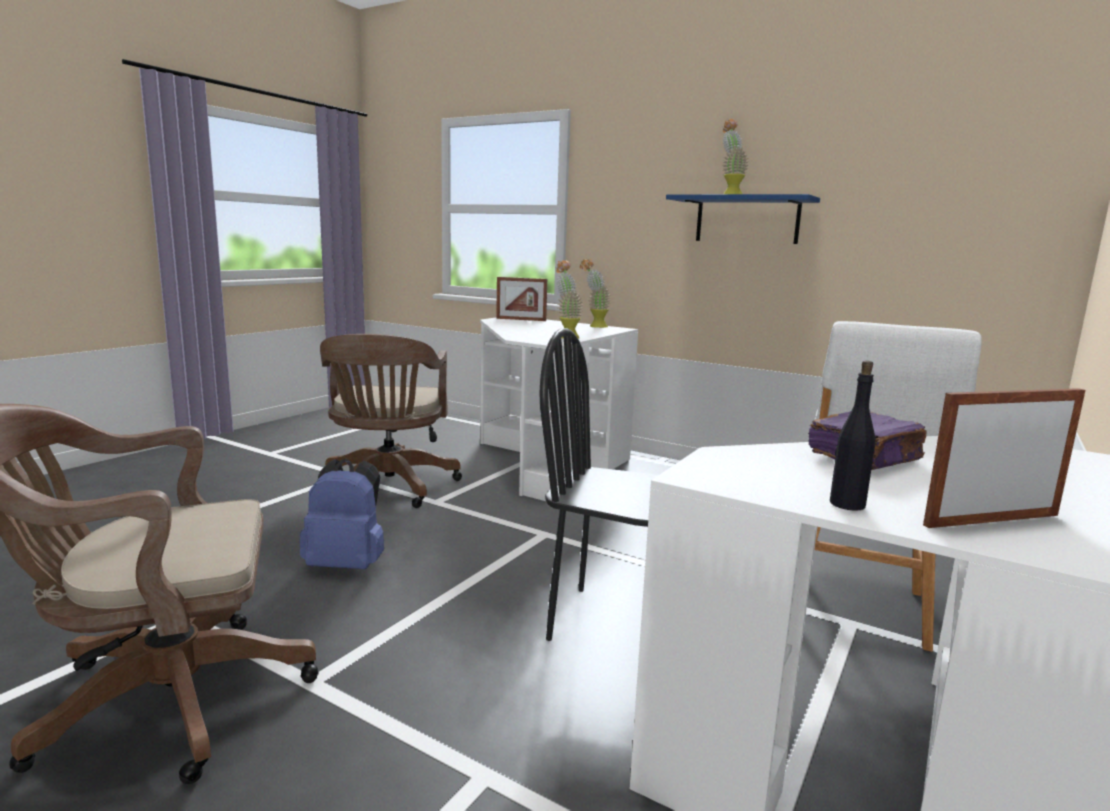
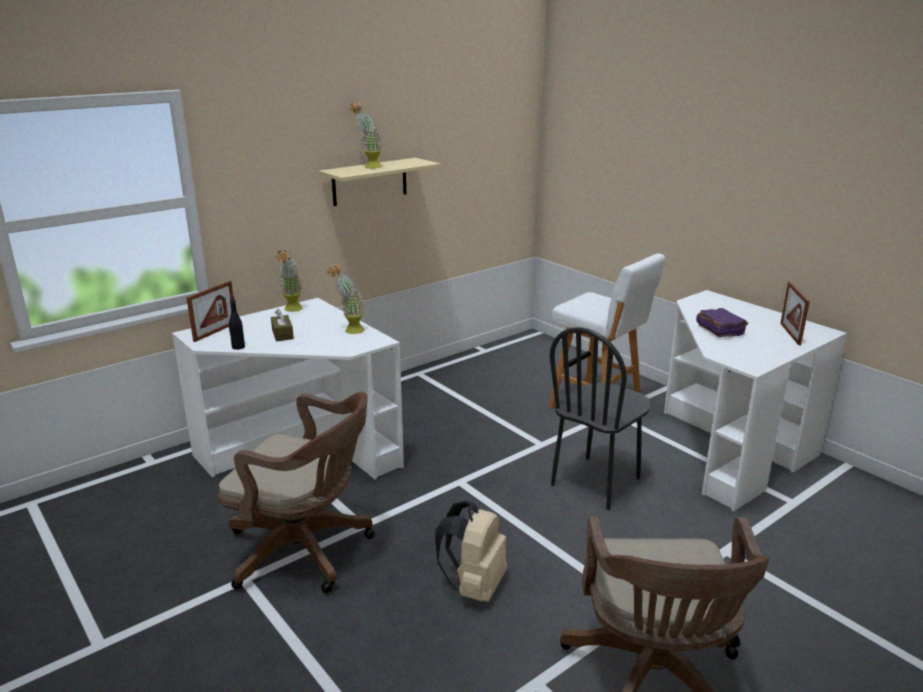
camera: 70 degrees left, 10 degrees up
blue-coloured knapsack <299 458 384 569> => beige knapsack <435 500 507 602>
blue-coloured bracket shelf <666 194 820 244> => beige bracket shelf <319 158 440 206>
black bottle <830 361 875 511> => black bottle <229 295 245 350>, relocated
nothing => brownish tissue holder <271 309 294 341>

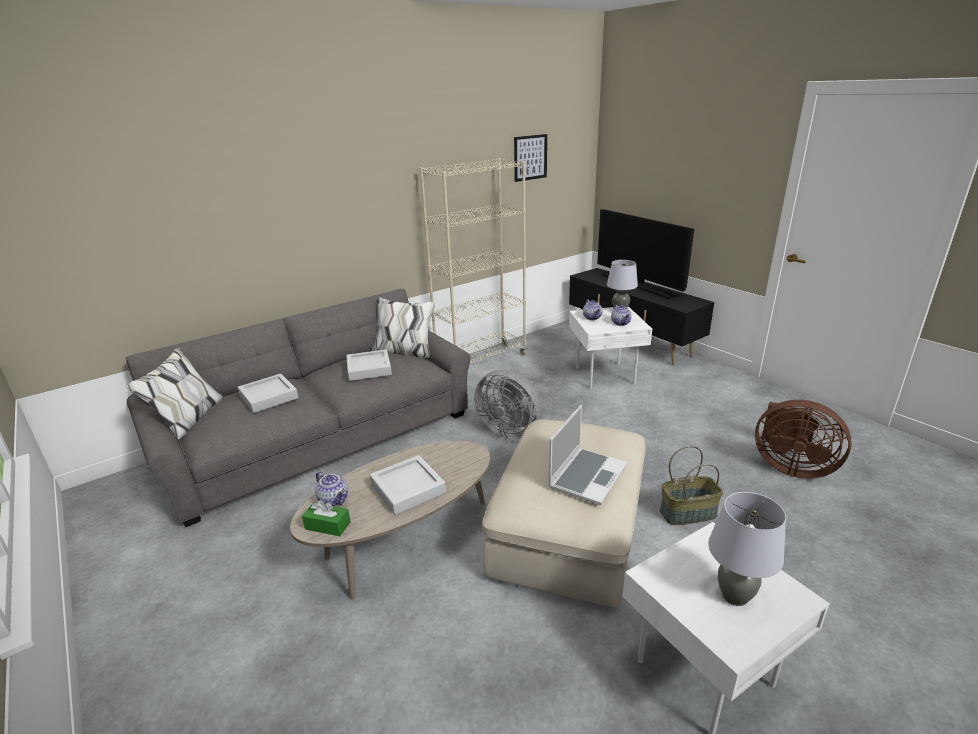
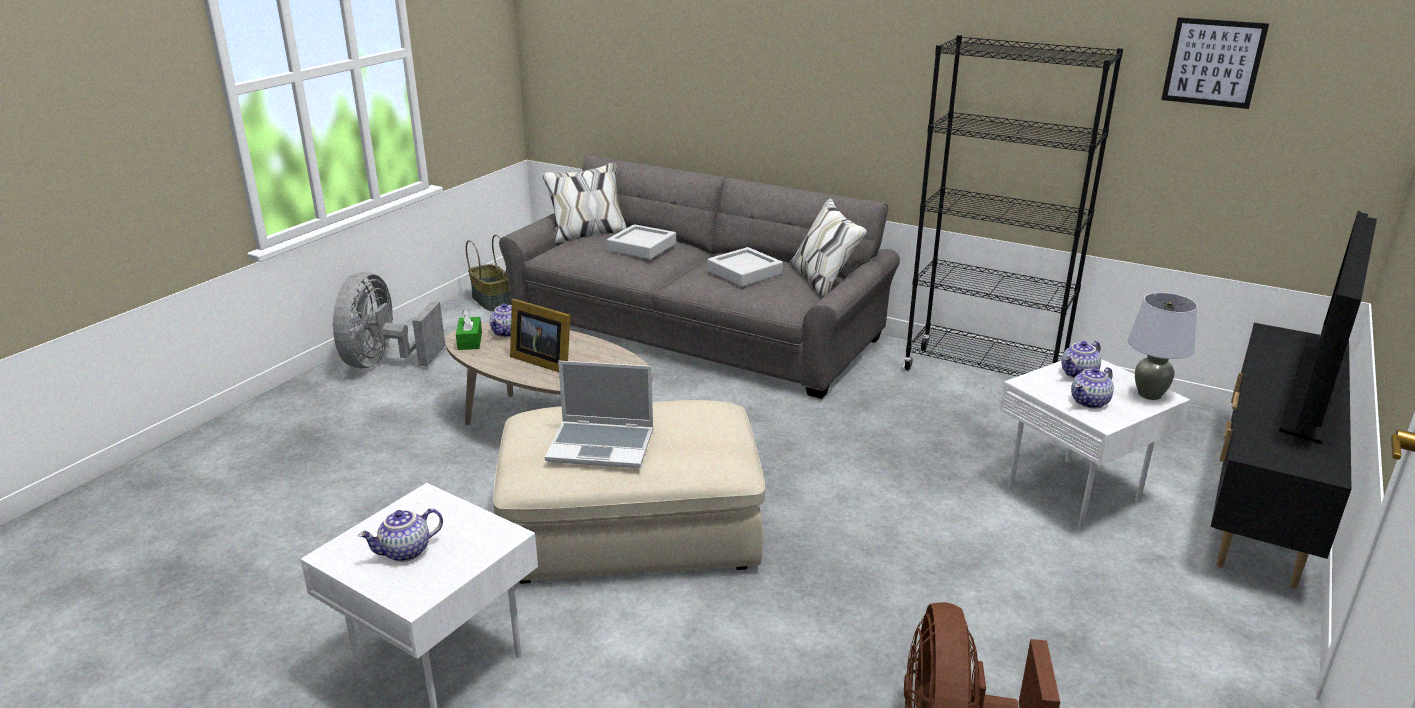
camera: 65 degrees right, 0 degrees up
gray serving tray <370 455 446 515> => standing frame <510 299 570 372>
beige shelving unit <419 158 527 363> => black shelving unit <903 35 1123 376>
gray cooling fan <474 370 543 440> => gray cooling fan <333 272 446 369>, relocated
storage basket <660 446 723 525> => storage basket <466 235 511 311>, relocated
gray tabletop lamp <708 492 786 606> => tea pot <358 508 443 562>

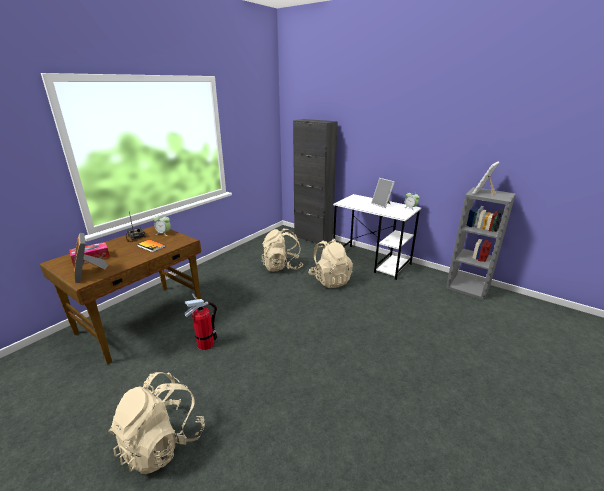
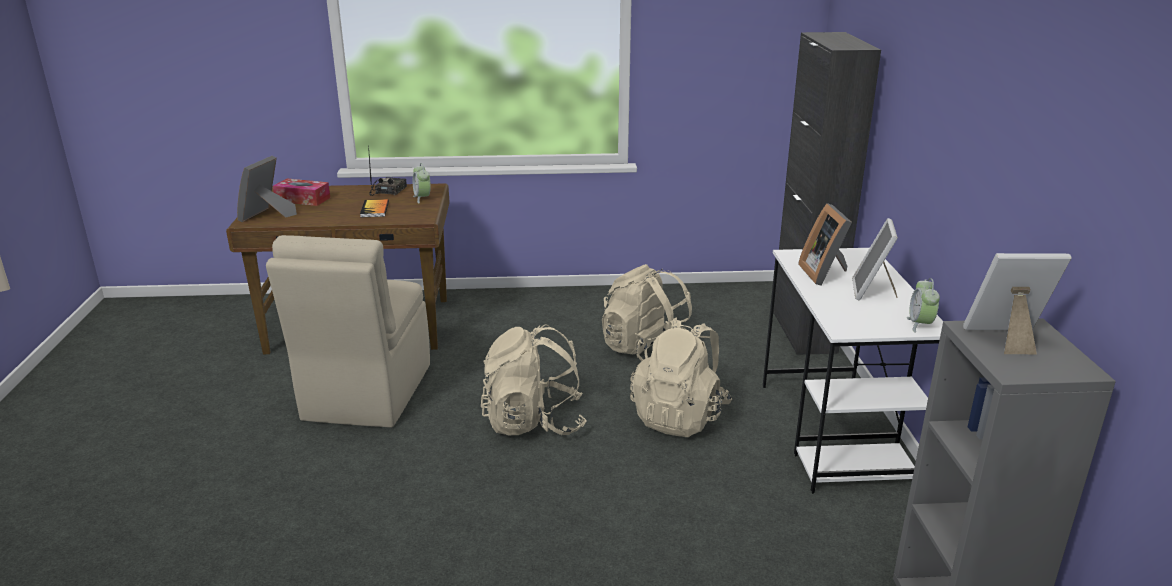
camera: 50 degrees right, 0 degrees up
beige knapsack <108 372 205 474> => beige knapsack <481 325 587 435>, relocated
fire extinguisher <184 294 217 350> => beige plain chair <266 235 430 428>
nothing => standing frame <798 203 852 285>

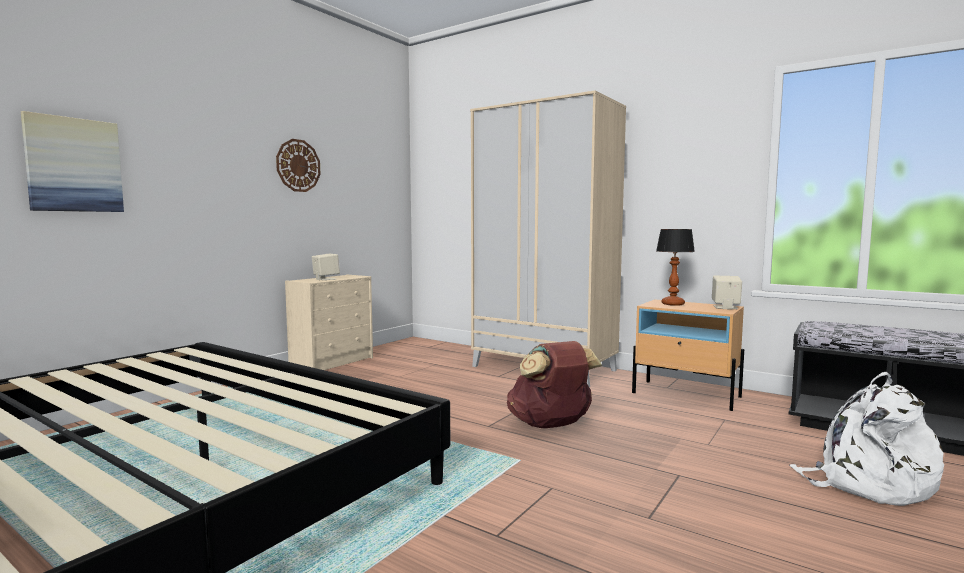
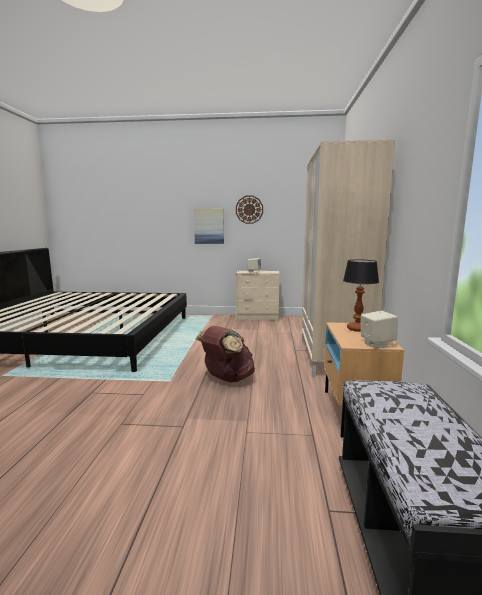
camera: 60 degrees right, 5 degrees up
wall art <21 111 124 212> => wall art <194 208 224 244>, relocated
whitish knapsack <789 372 944 506> => nothing

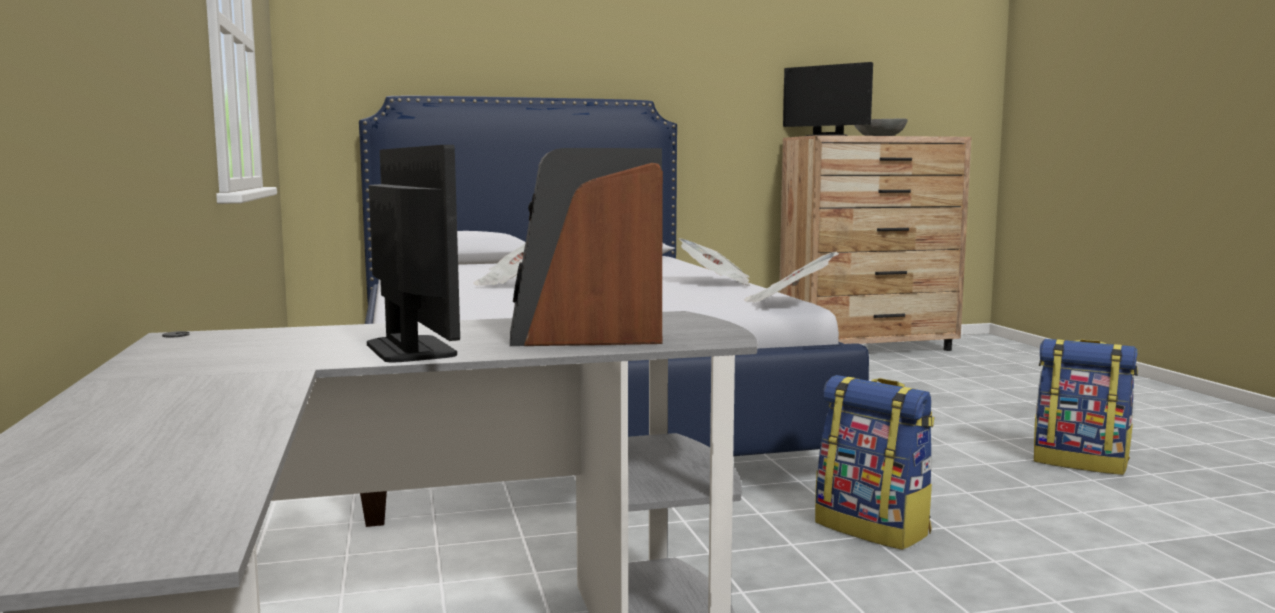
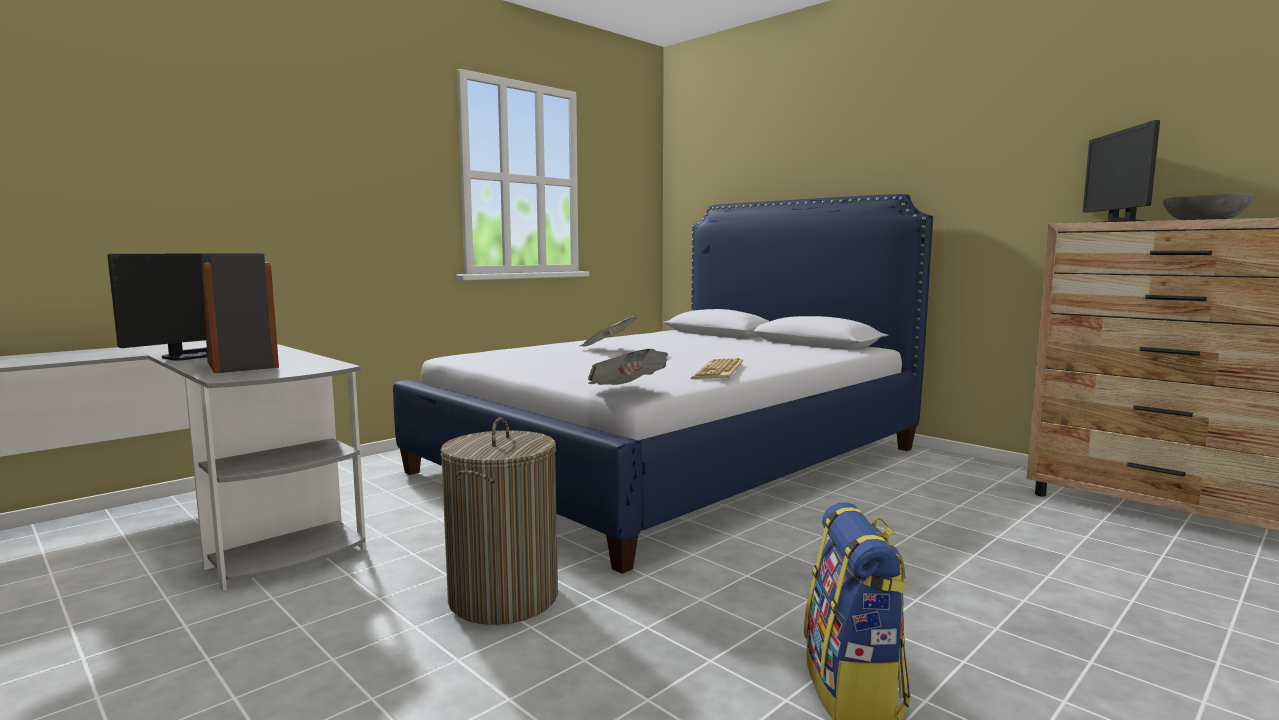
camera: 60 degrees right, 0 degrees up
newspaper <679 238 750 286> => keyboard <691 358 743 379>
knapsack <815 375 934 550> => laundry basket <440 417 558 625>

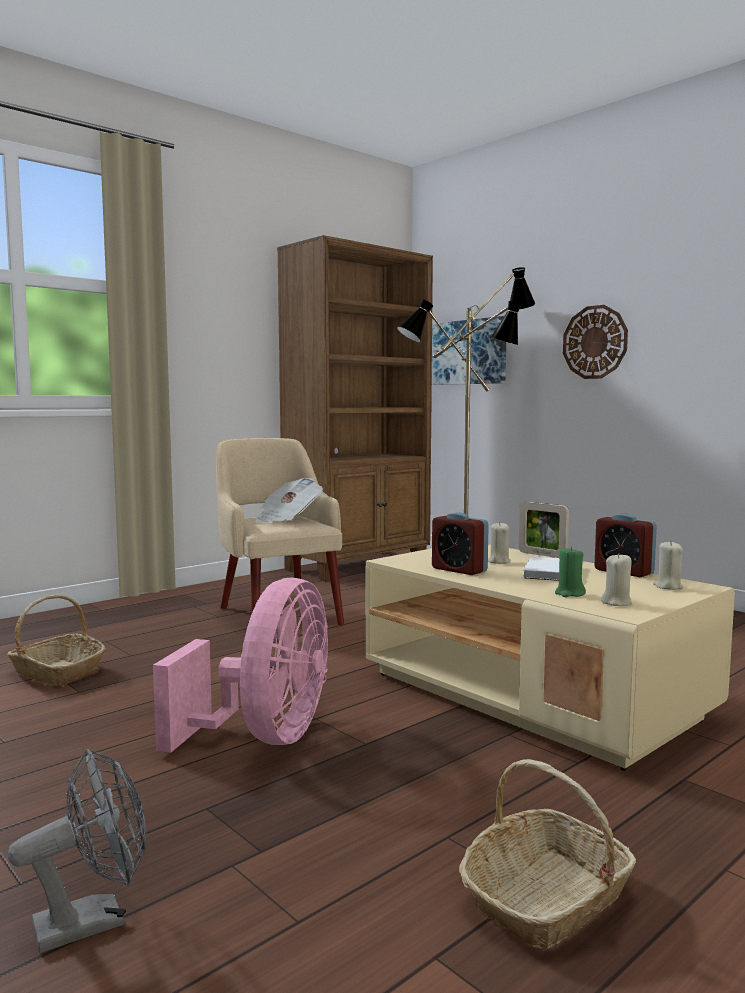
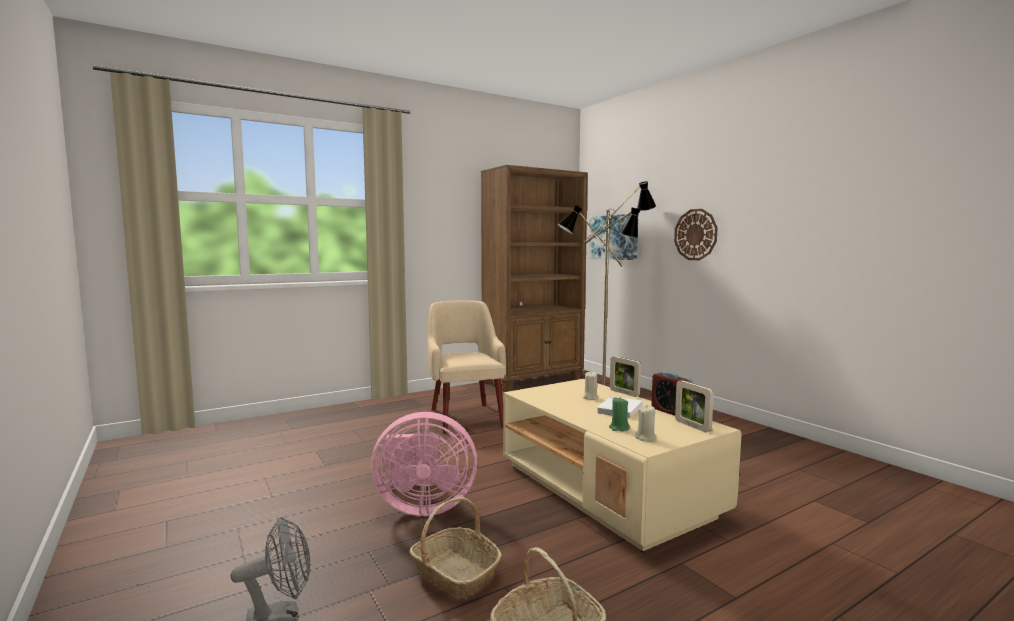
camera: 10 degrees right, 0 degrees up
storage basket <7 595 106 686> => storage basket <409 497 502 599>, relocated
pink-coloured cooling fan <153 578 328 753> => pink-coloured cooling fan <371 412 478 516>, 60 degrees clockwise
newspaper <256 478 323 523> => nothing
table clock <432 512 489 575> => nothing
beige wax light <653 541 684 590> => standing frame <675 380 714 432>

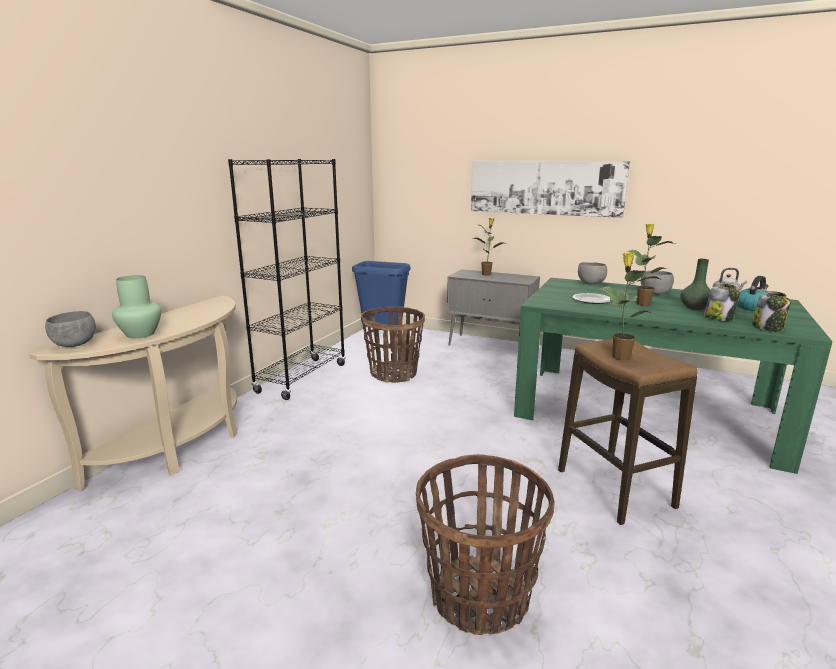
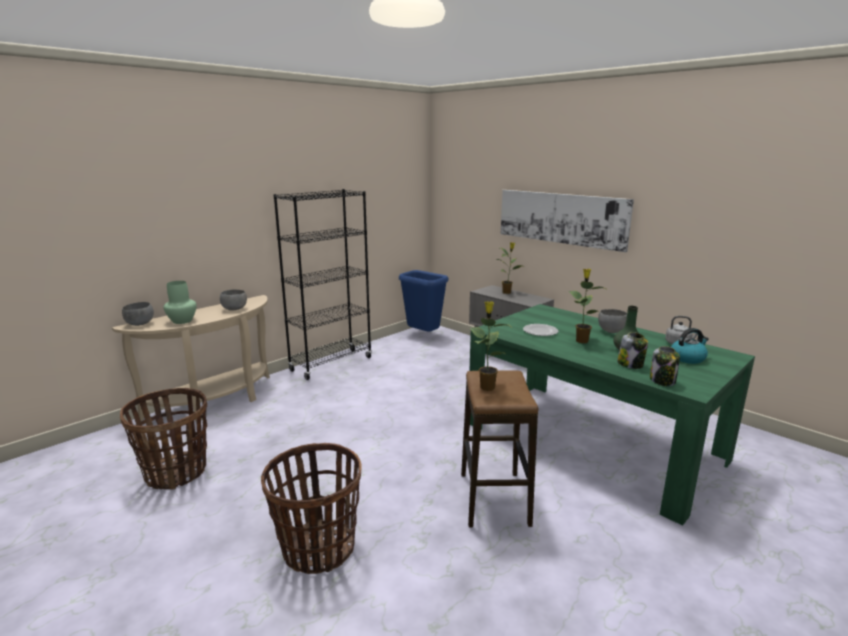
camera: 20 degrees right, 0 degrees up
storage basket <361 307 425 383> => storage basket <120 388 207 490>, relocated
gray deep dish <578 262 607 284> => gray deep dish <220 289 247 310>, relocated

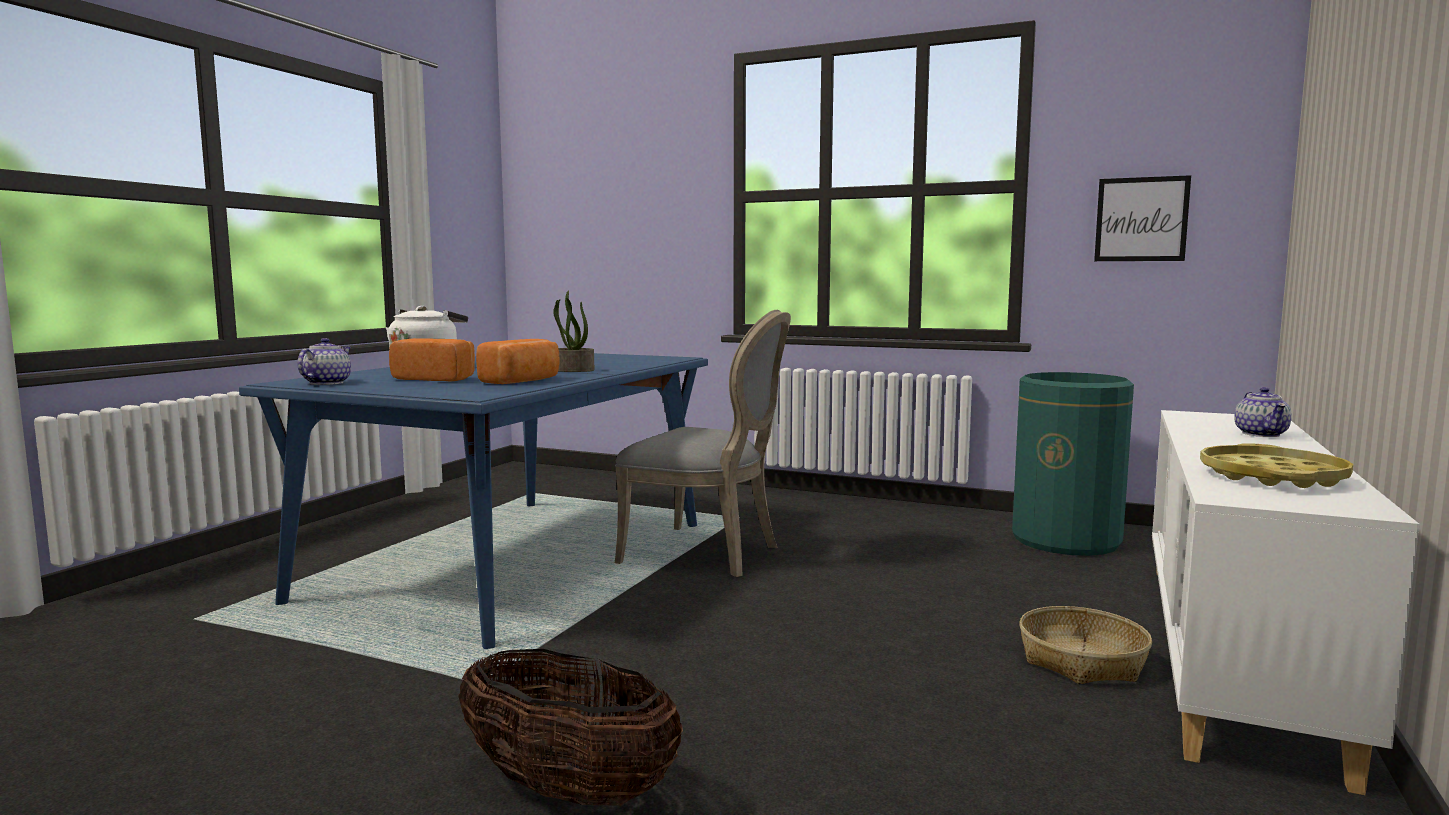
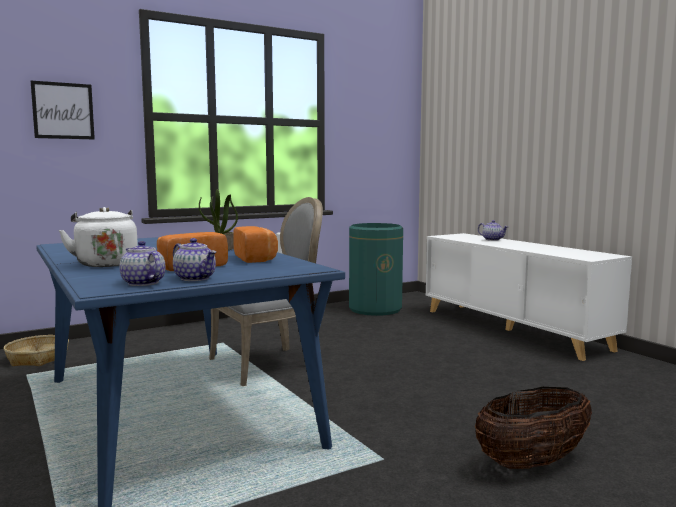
camera: 55 degrees left, 0 degrees up
storage basket <1019 606 1152 684> => storage basket <4 335 69 366>, relocated
wall art <1094 175 1191 261> => wall art <31 81 95 139>, relocated
yellowish serving tray <1200 443 1353 488> => nothing
nothing => tea pot <173 238 216 281>

